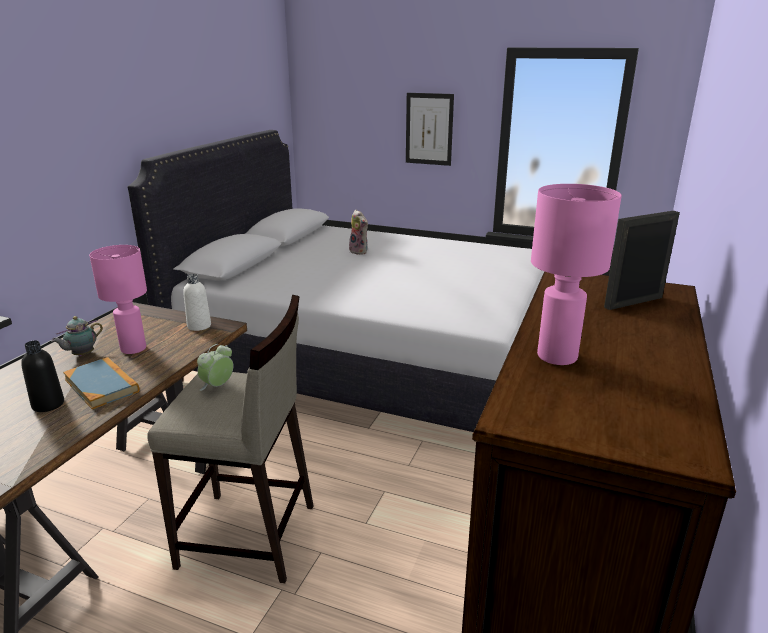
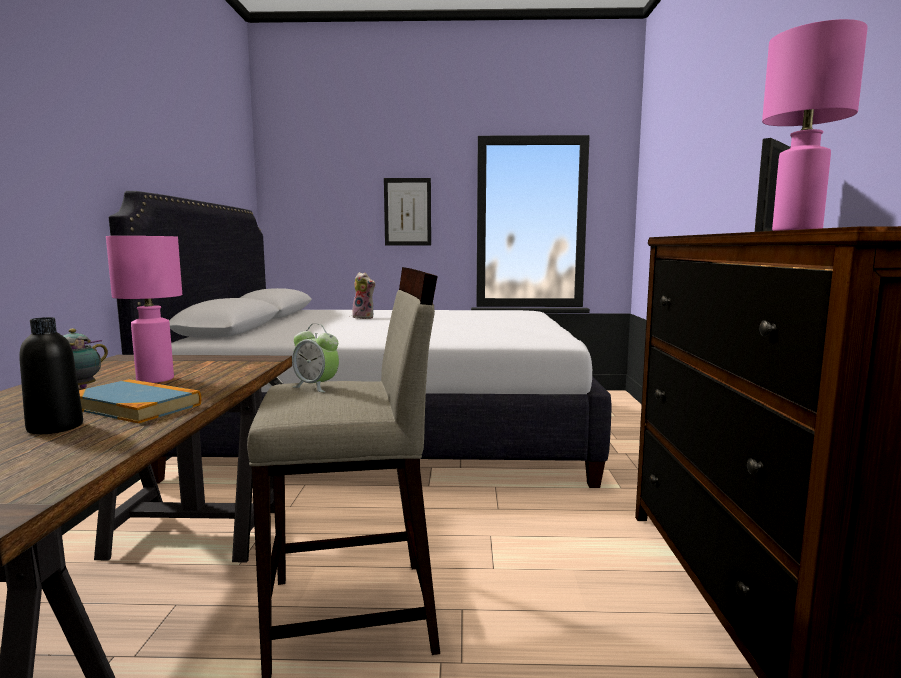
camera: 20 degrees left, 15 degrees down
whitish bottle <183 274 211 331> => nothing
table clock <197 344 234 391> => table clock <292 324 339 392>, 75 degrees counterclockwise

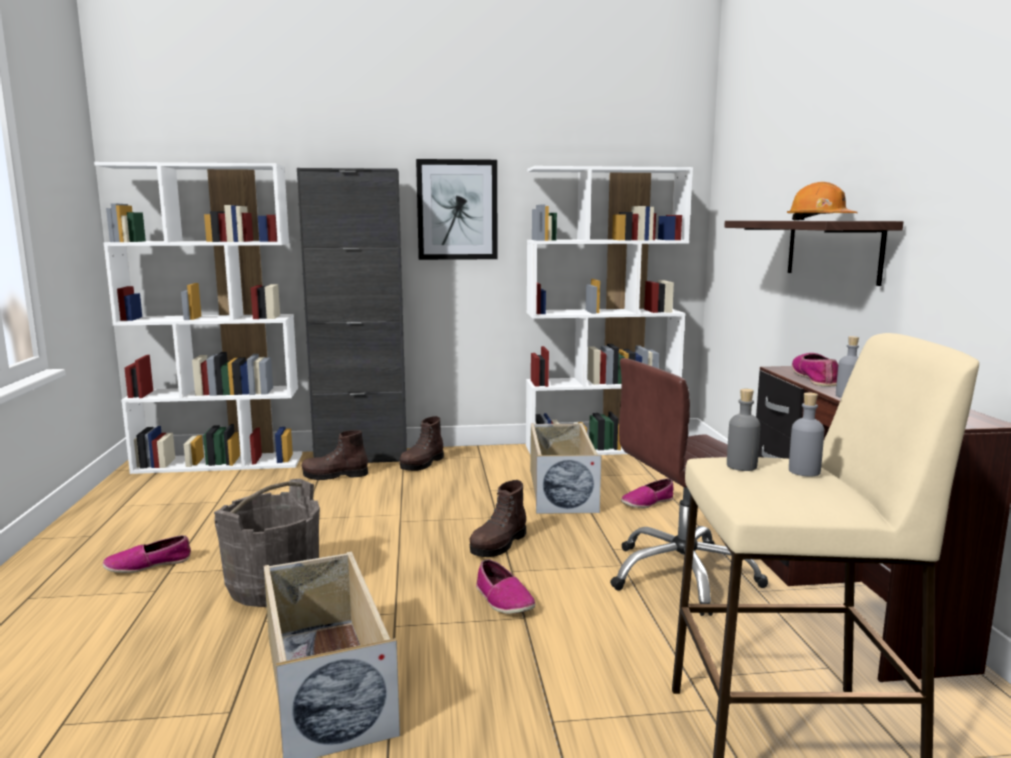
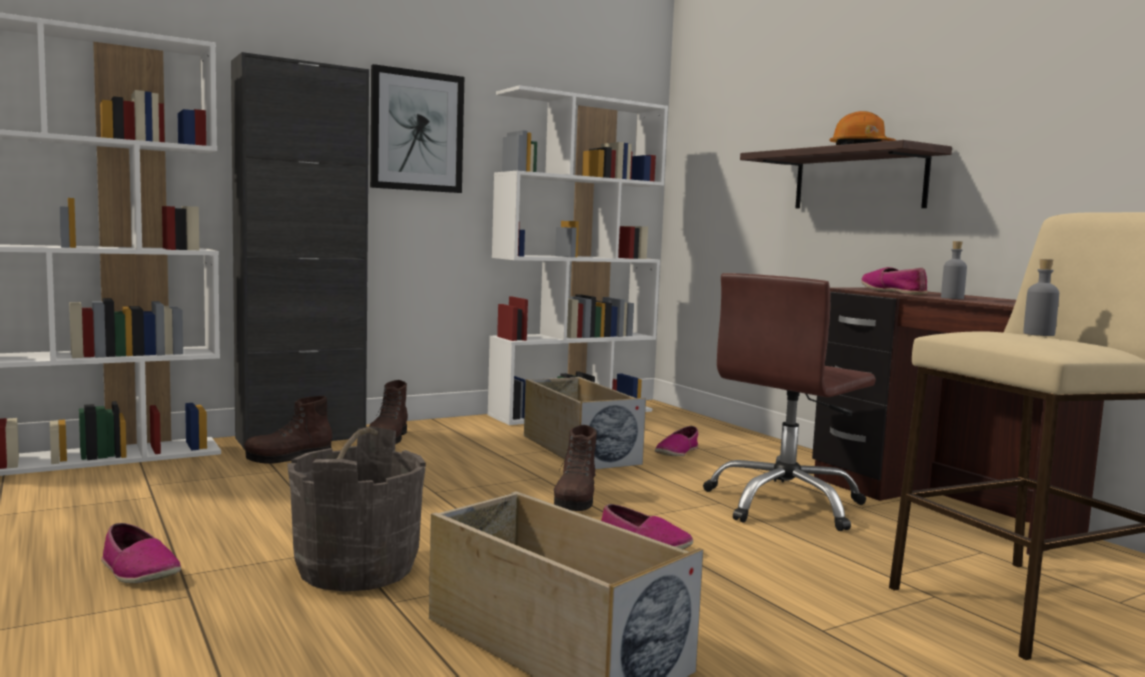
camera: 25 degrees left, 5 degrees down
shoe <103 535 191 573> => shoe <102 523 181 583>, 90 degrees counterclockwise
gray bottle <727 389 760 471> => nothing

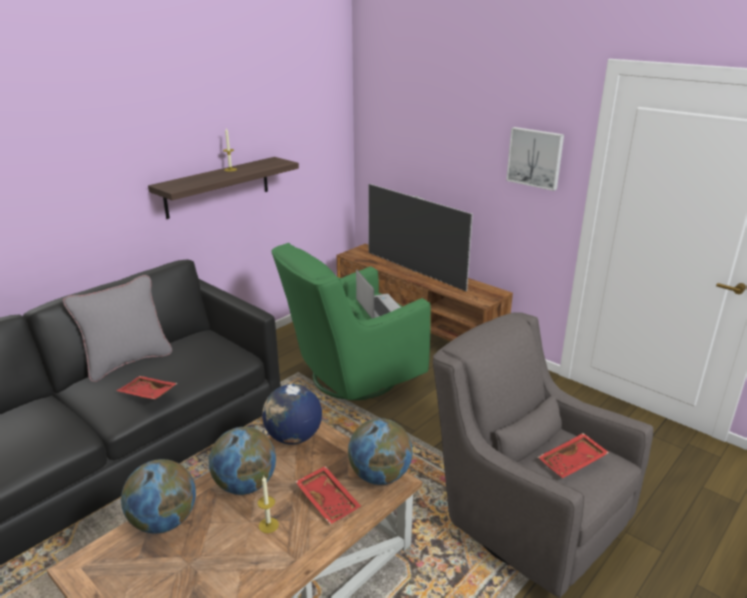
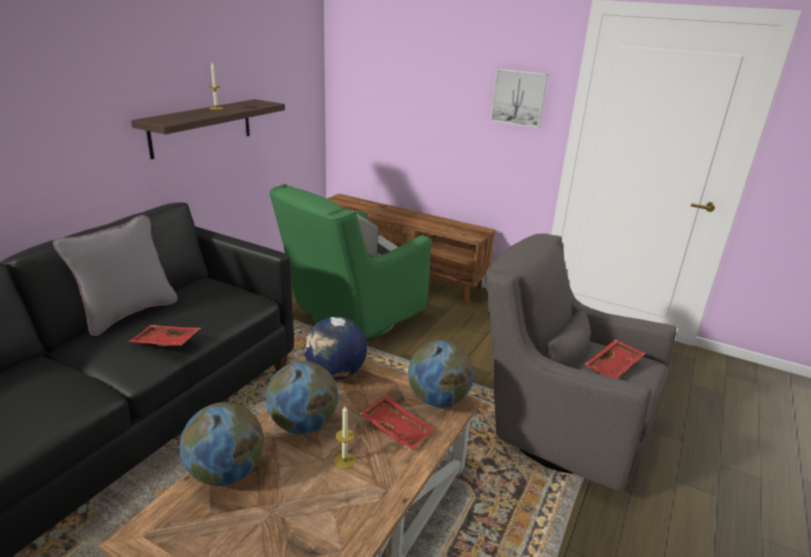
camera: 15 degrees left, 0 degrees up
TV set <368 184 473 291> => nothing

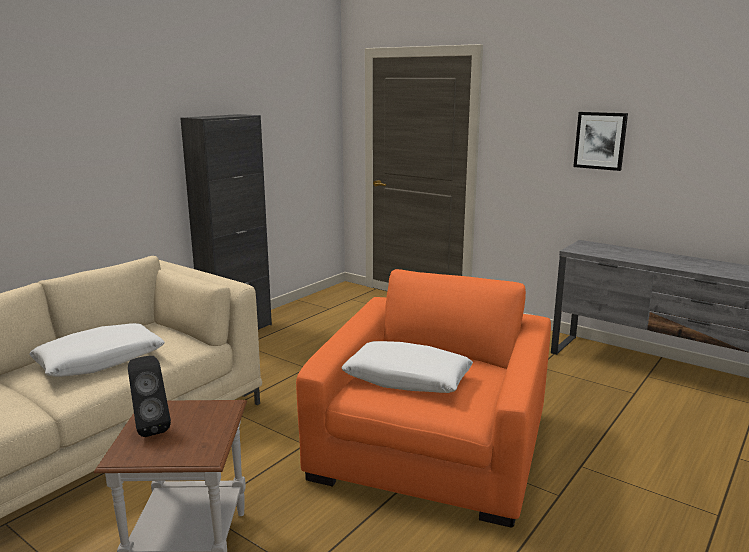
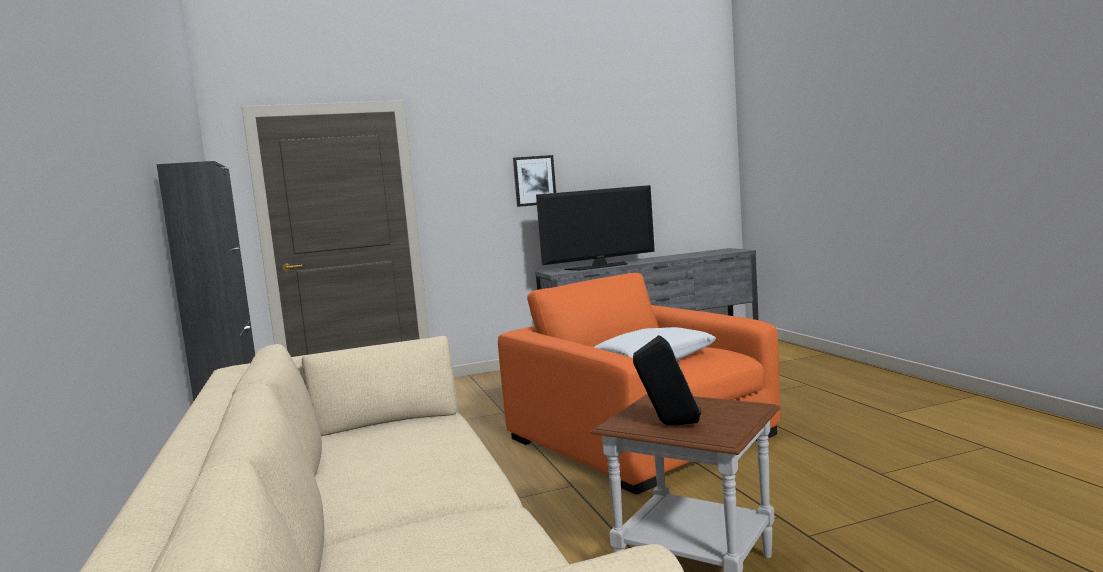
camera: 55 degrees left, 10 degrees down
whitish cushion <29 323 165 377> => nothing
nothing => TV set <536 185 655 271>

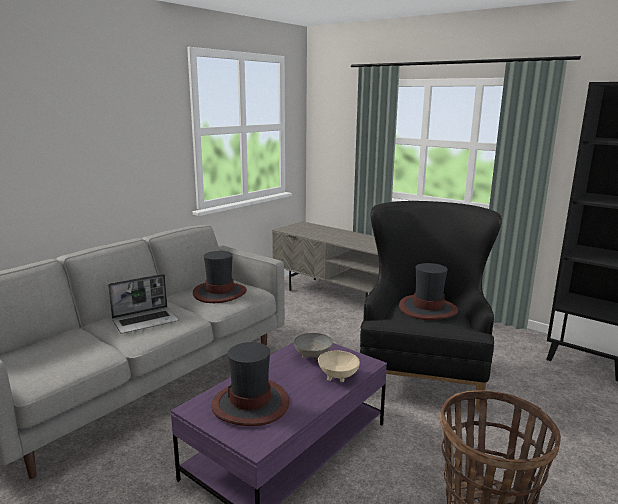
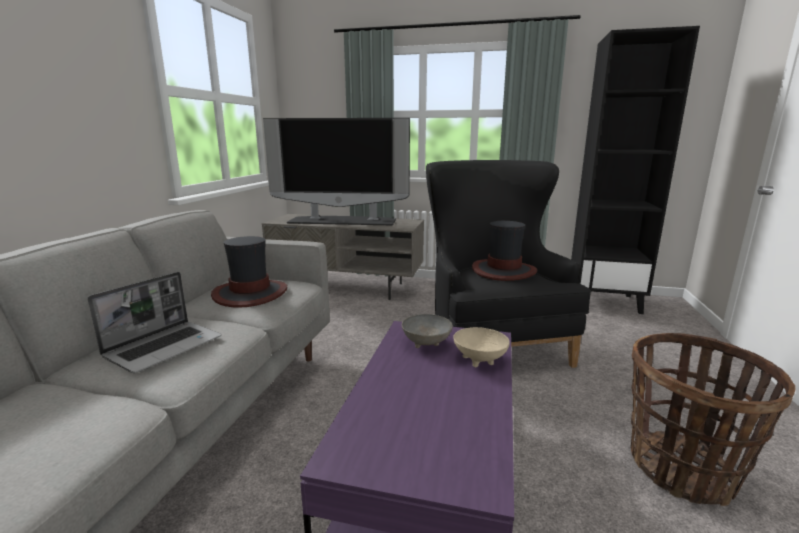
camera: 25 degrees left, 0 degrees up
hat <211 342 289 426> => nothing
nothing => TV set <263 118 410 226>

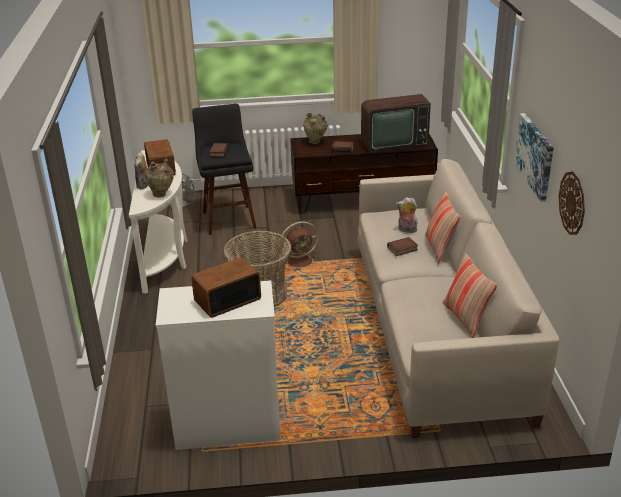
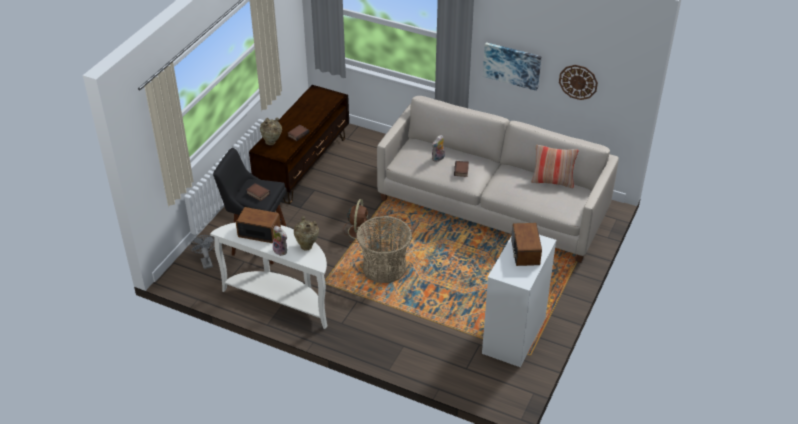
camera: 60 degrees left, 10 degrees up
TV set <361 94 431 152> => nothing
cushion <425 191 460 264> => nothing

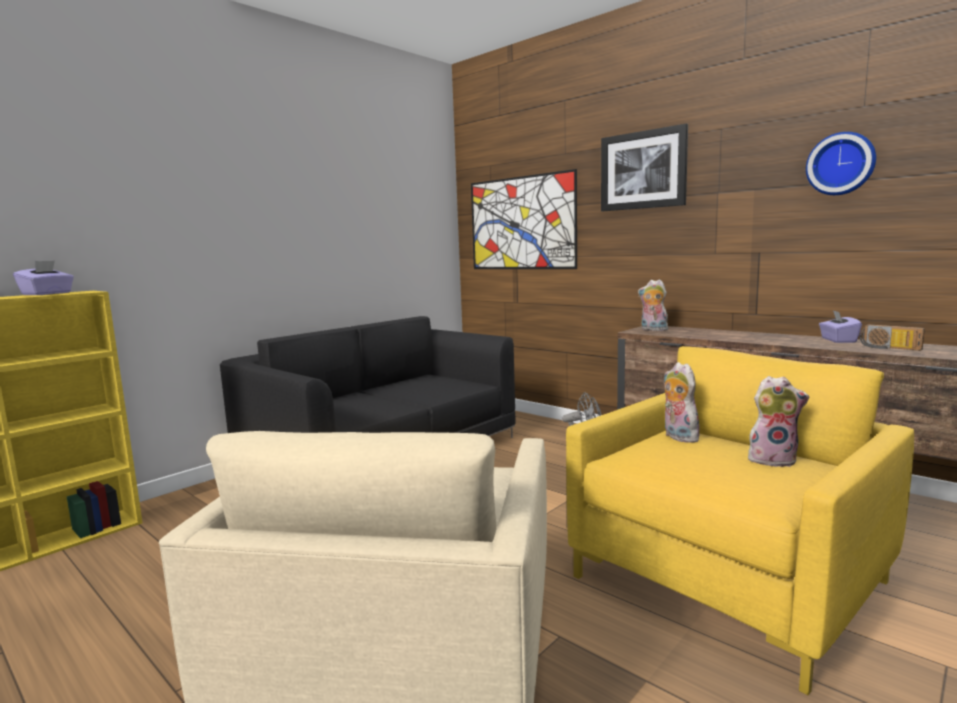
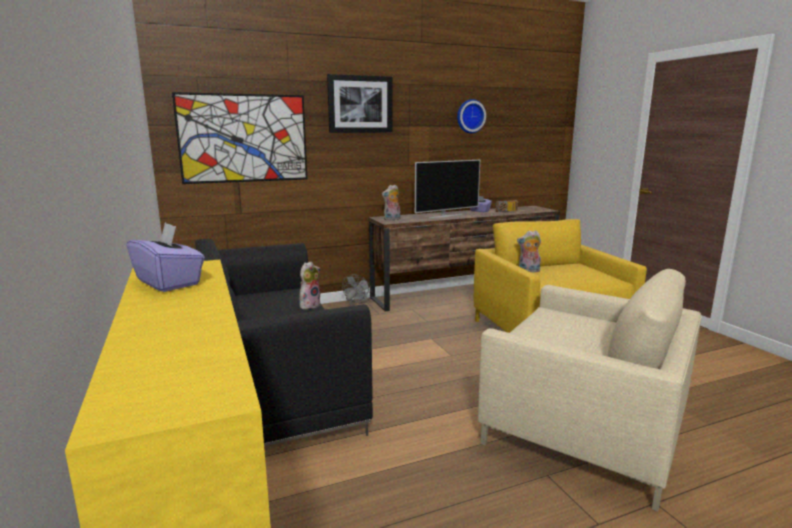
camera: 65 degrees left, 5 degrees up
plush toy <748 376 809 467> => plush toy <299 261 321 309>, relocated
nothing => TV set <415 160 480 218>

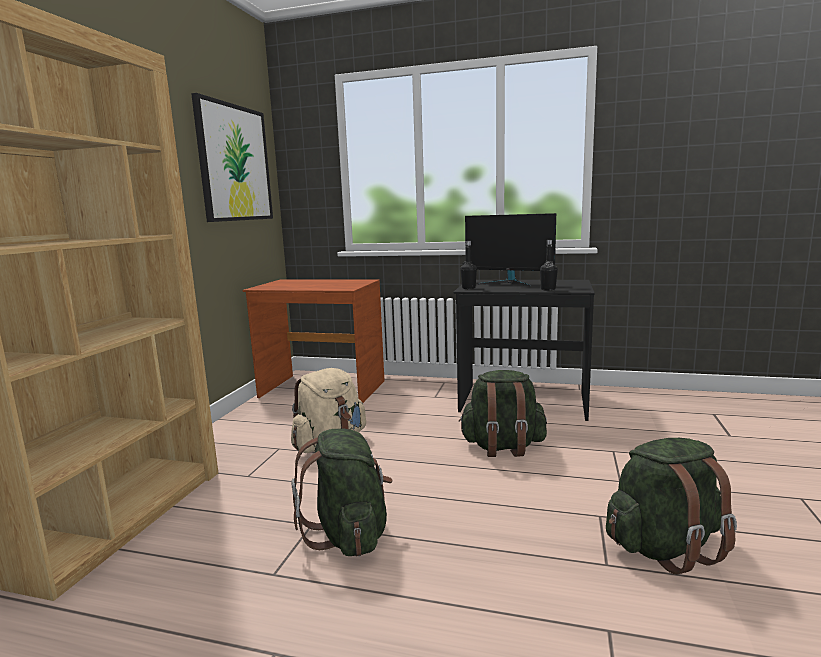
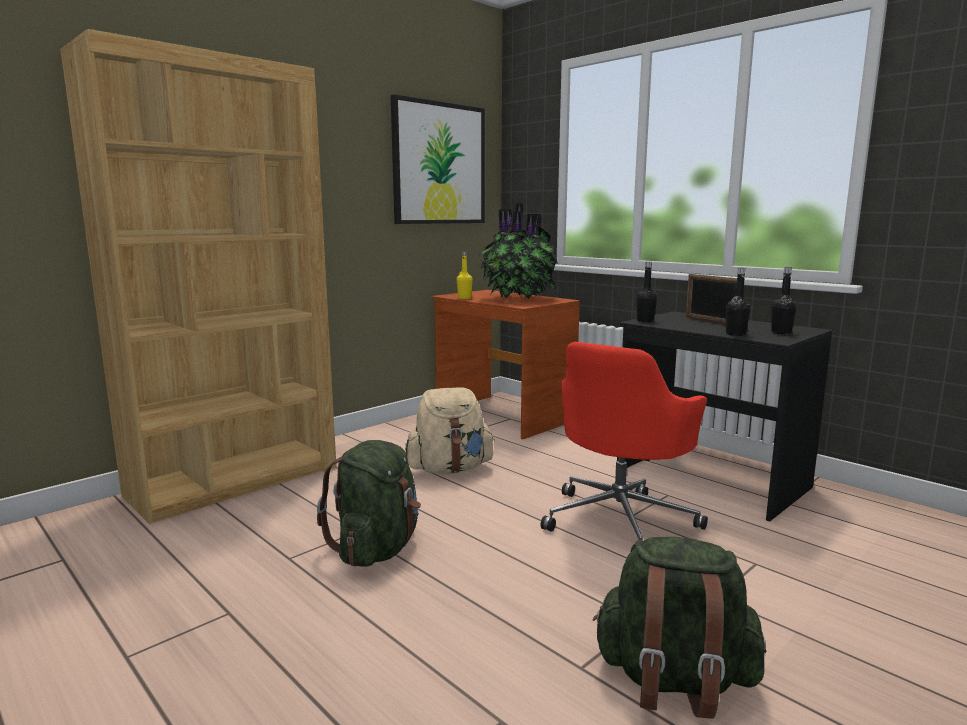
camera: 30 degrees right, 0 degrees up
green knapsack <459 370 547 457> => reddish office chair <541 342 708 553>
monitor <465 213 556 287> => standing frame <686 274 737 324>
nothing => yellowish bottle <457 252 473 299>
nothing => plant in a pot <477 203 558 300>
nothing => black bottle <771 267 797 334>

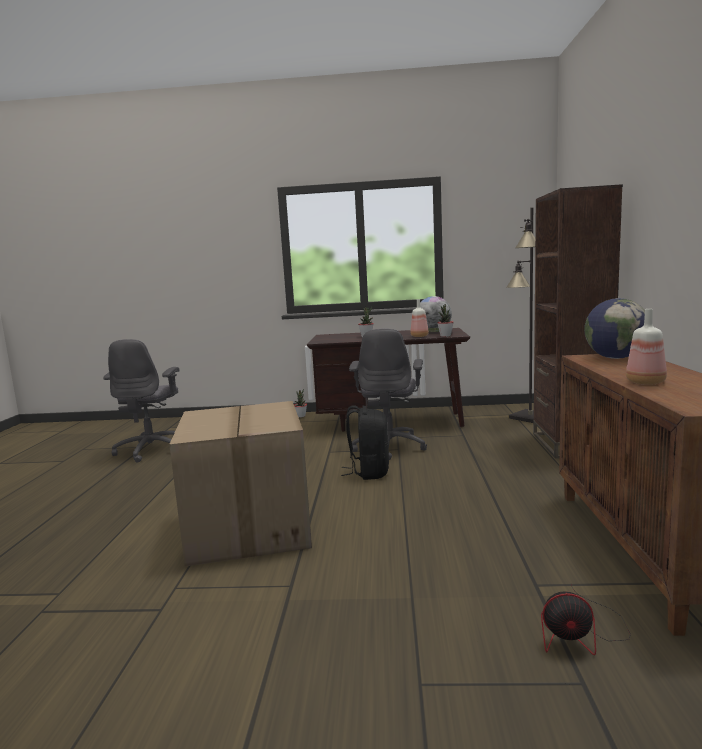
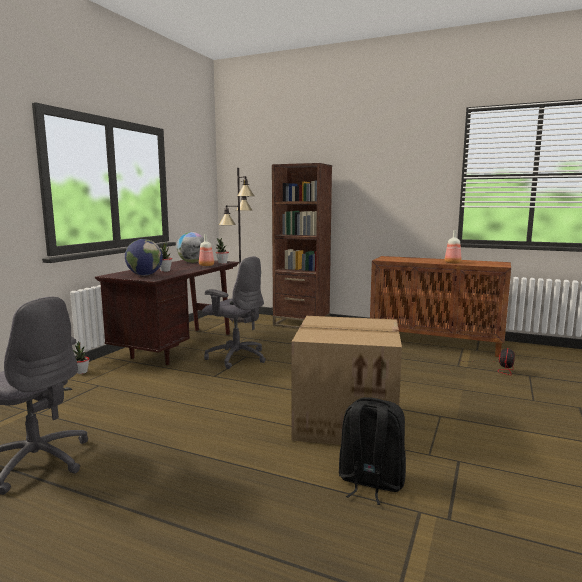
camera: 70 degrees left, 0 degrees up
black knapsack <341 405 389 480> => black knapsack <339 397 406 505>, relocated
desk globe <584 298 645 359> => desk globe <125 239 163 276>, relocated

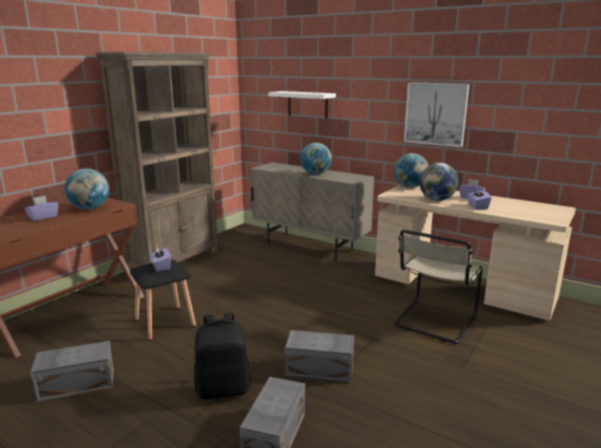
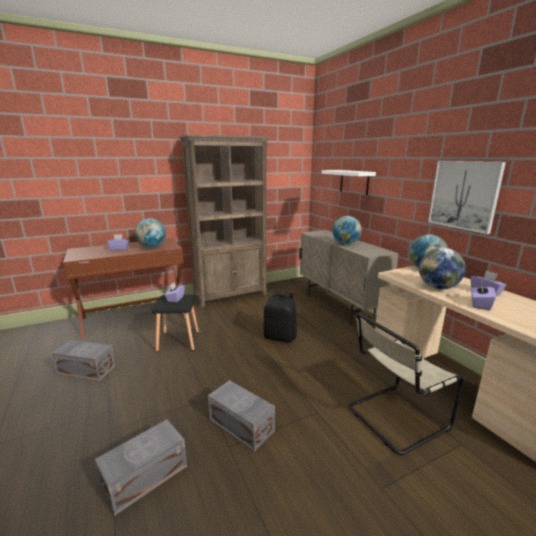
camera: 30 degrees right, 0 degrees up
black knapsack <194 313 252 400> => black knapsack <263 291 297 343>, relocated

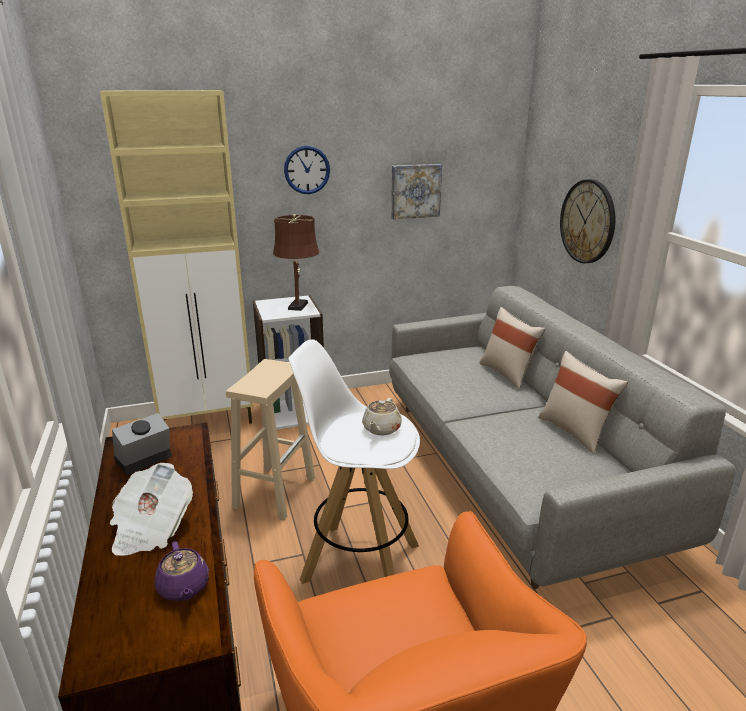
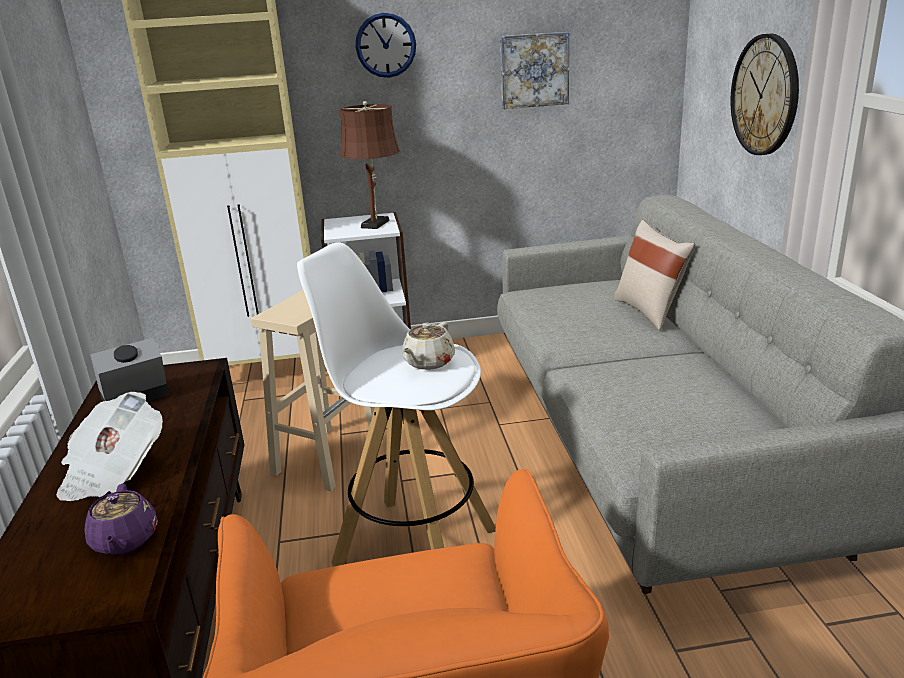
camera: 10 degrees right, 0 degrees up
beige cushion <538 351 628 454> => nothing

